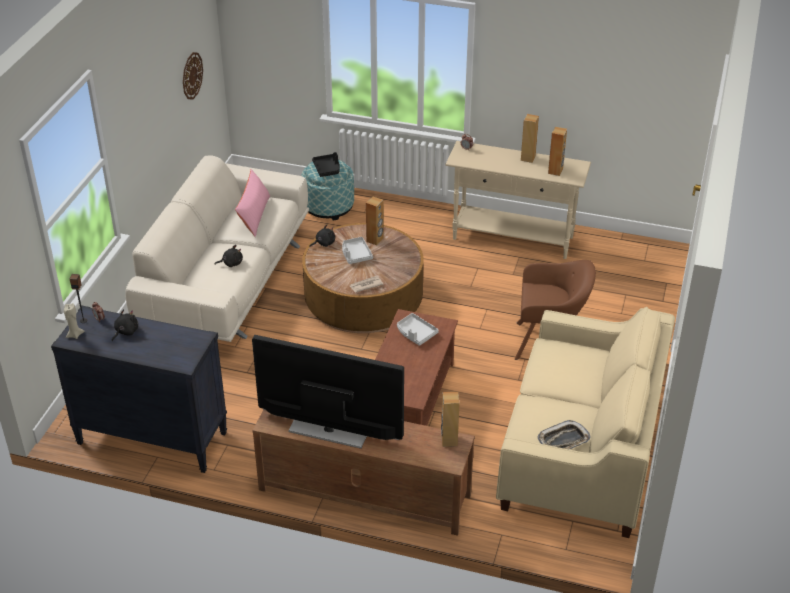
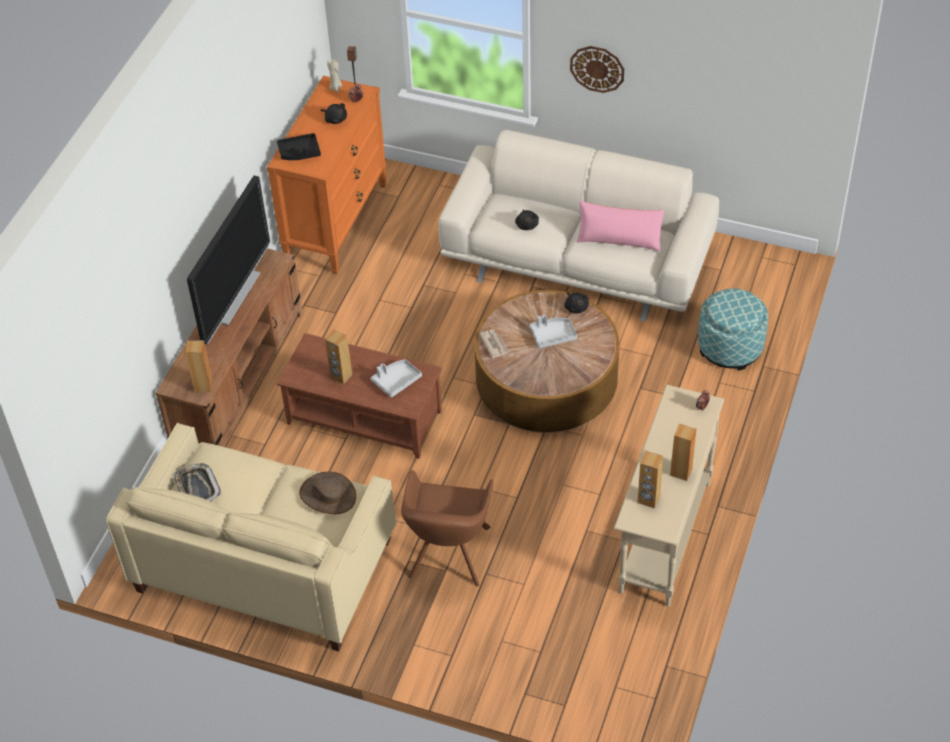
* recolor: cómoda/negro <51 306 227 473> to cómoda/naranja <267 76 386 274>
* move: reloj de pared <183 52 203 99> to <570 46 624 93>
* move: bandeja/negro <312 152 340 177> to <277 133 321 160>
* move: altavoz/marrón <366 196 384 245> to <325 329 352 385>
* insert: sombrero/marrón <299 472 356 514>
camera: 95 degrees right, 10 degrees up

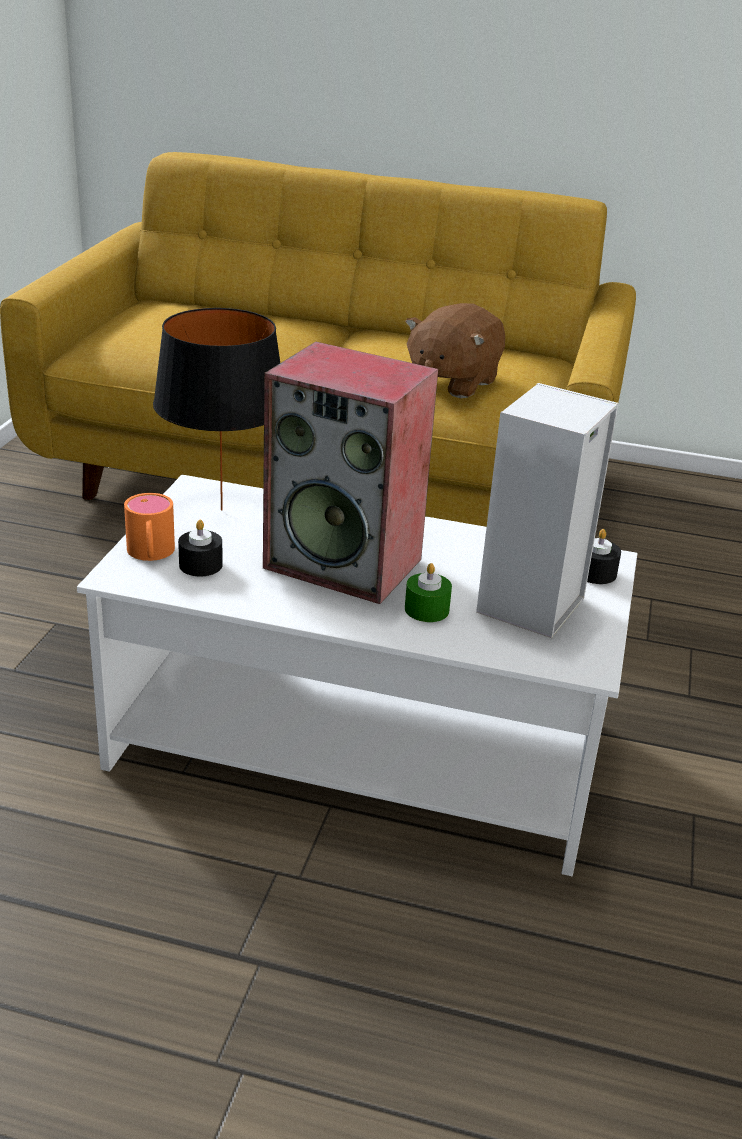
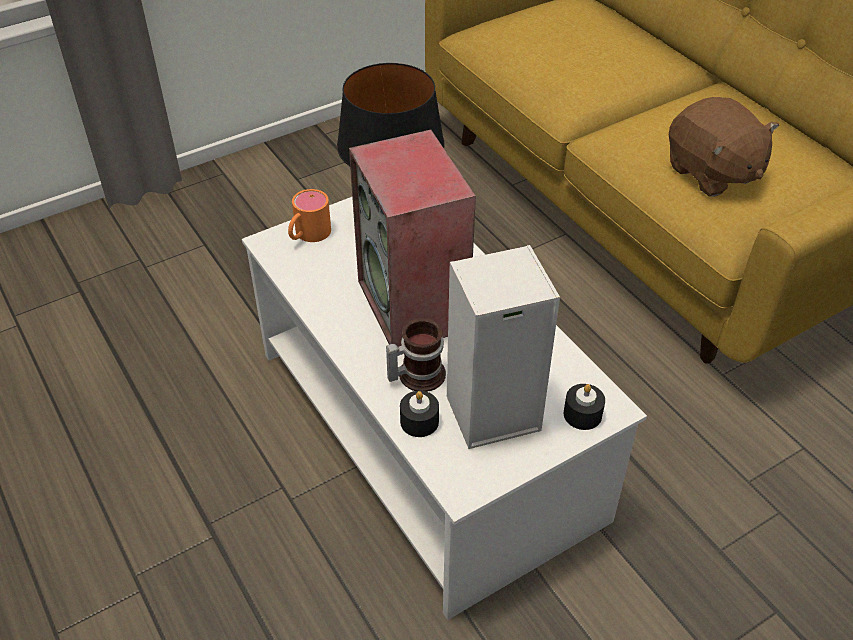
* move: vela/negro <178 520 223 576> to <400 391 439 437>
* rotate: peluche/marrón <405 303 505 398> = <669 97 779 197> 105 degrees counterclockwise
* replace: vela/verde <405 563 452 622> to taza grande <386 318 446 392>
camera: 45 degrees right, 15 degrees up

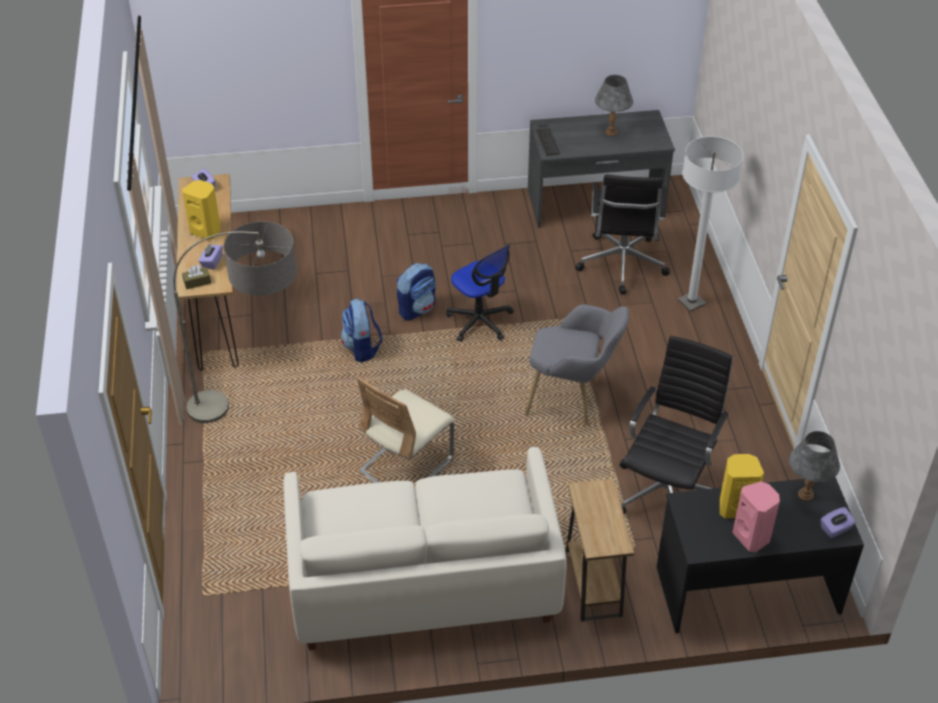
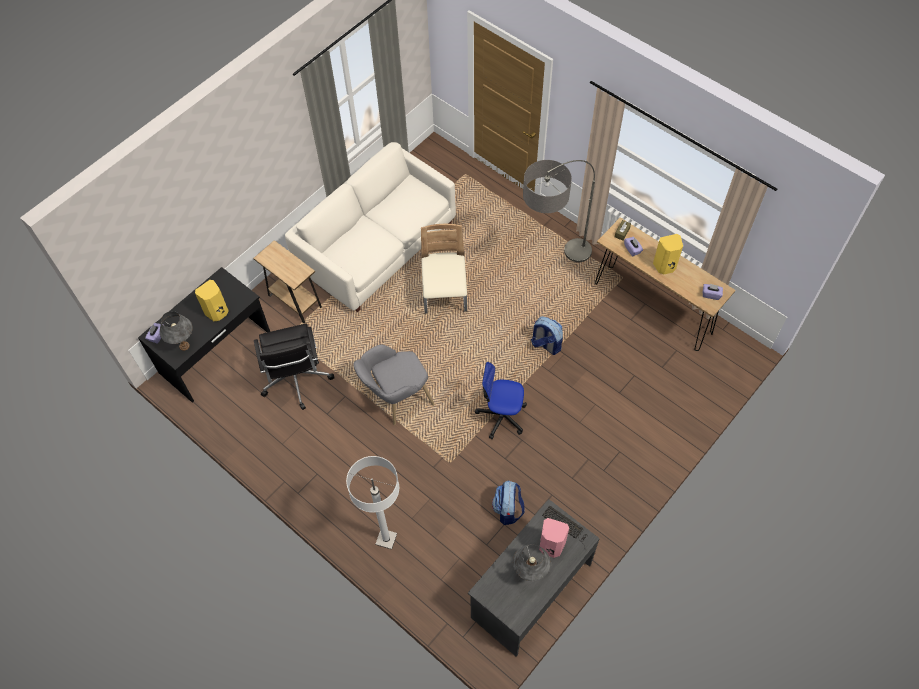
* move: mochila <397 263 436 320> to <492 481 525 525>
* delete: silla de oficina/negro <575 174 670 294>
* move: altavoz/rosa <732 481 780 553> to <539 518 569 558>
camera: 140 degrees right, 15 degrees up

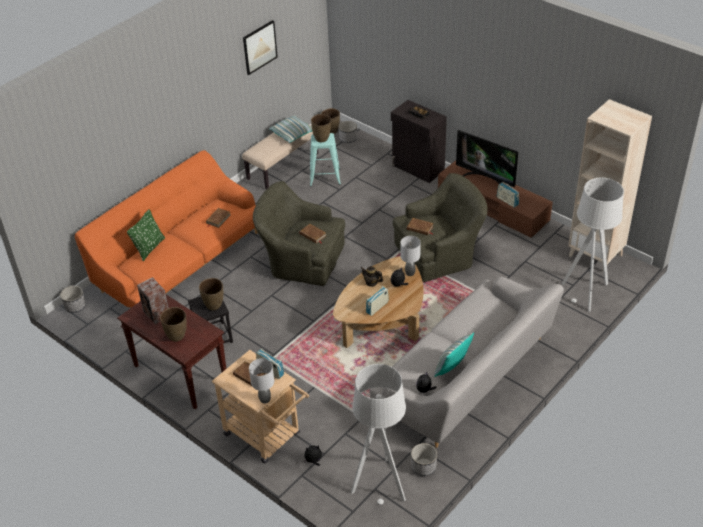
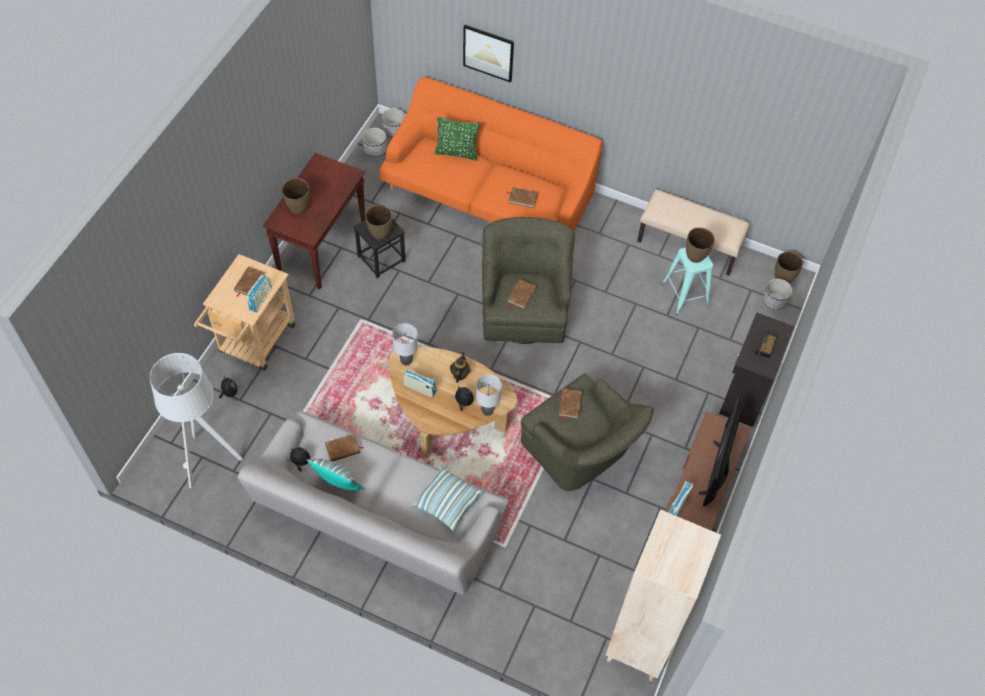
* delete: altavoz <137 277 169 324>
* move: cuadro <243 20 278 75> to <463 25 514 83>
* move: lámpara de mesa/gris <249 358 274 404> to <392 323 418 366>
* move: cojín <269 115 312 143> to <412 467 484 532>
* move: maceta <411 443 437 476> to <362 128 387 157>
* delete: lámpara de pie/gris <562 178 624 312>
* insert: libro/marrón <325 434 364 461>
camera: 70 degrees right, 15 degrees up

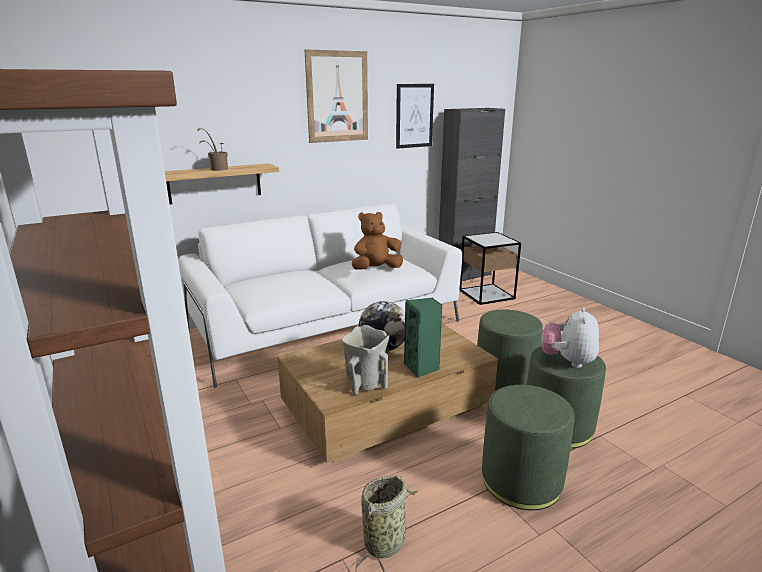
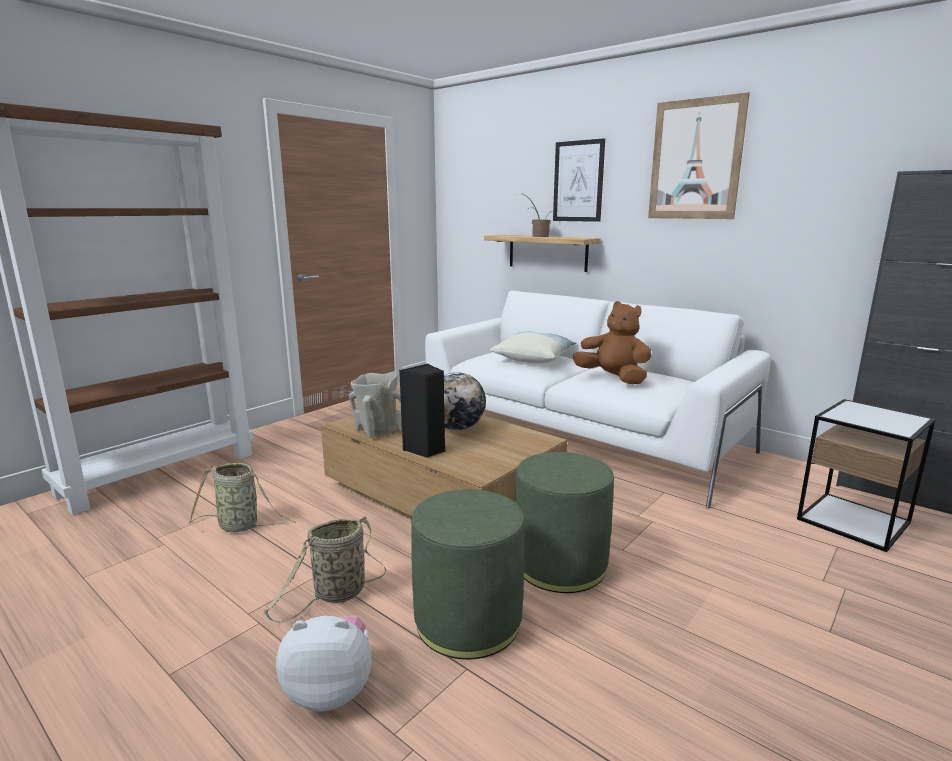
* move: cuadro <396 84 434 149> to <553 138 605 222>
* recolor: altavoz/verde <404 298 443 378> to altavoz/negro <399 363 445 458>
* replace: puf/verde <482 385 575 510> to cesta <264 516 386 623>
* move: peluche <541 307 599 368> to <276 616 372 711>
* insert: cojín <490 332 576 363>
camera: 70 degrees right, 5 degrees down

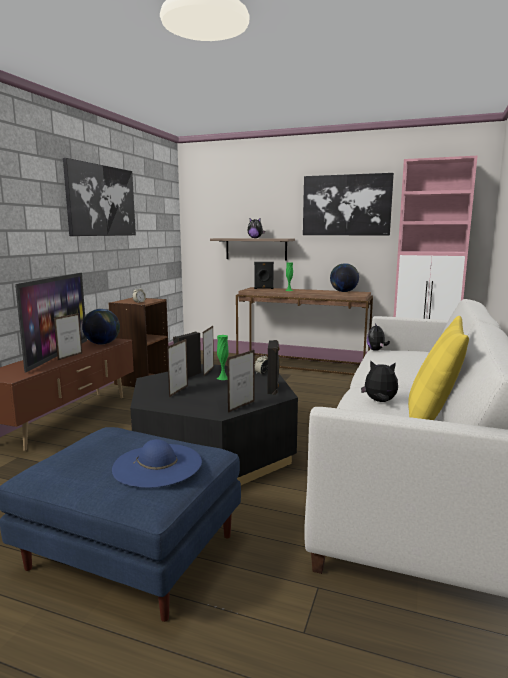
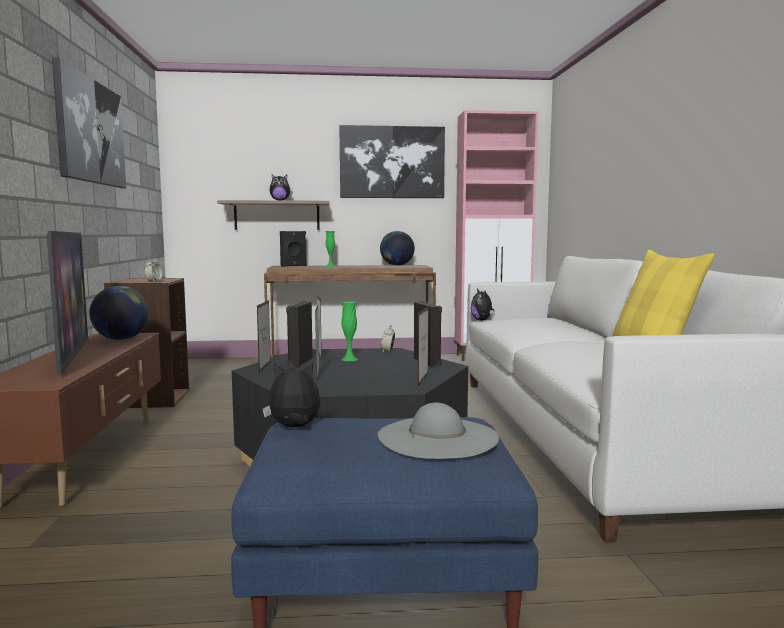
* move: portarretratos <54 313 82 360> to <257 300 271 373>
* recolor: sombrero/azul <112 439 202 488> to sombrero/gris <378 402 499 459>
* move: peluche <361 360 398 402> to <263 362 320 427>
camera: 25 degrees left, 5 degrees down

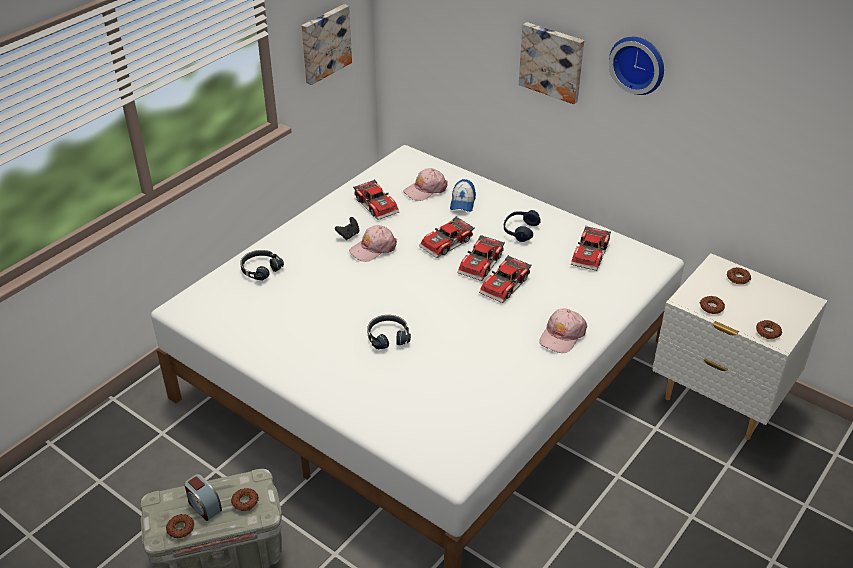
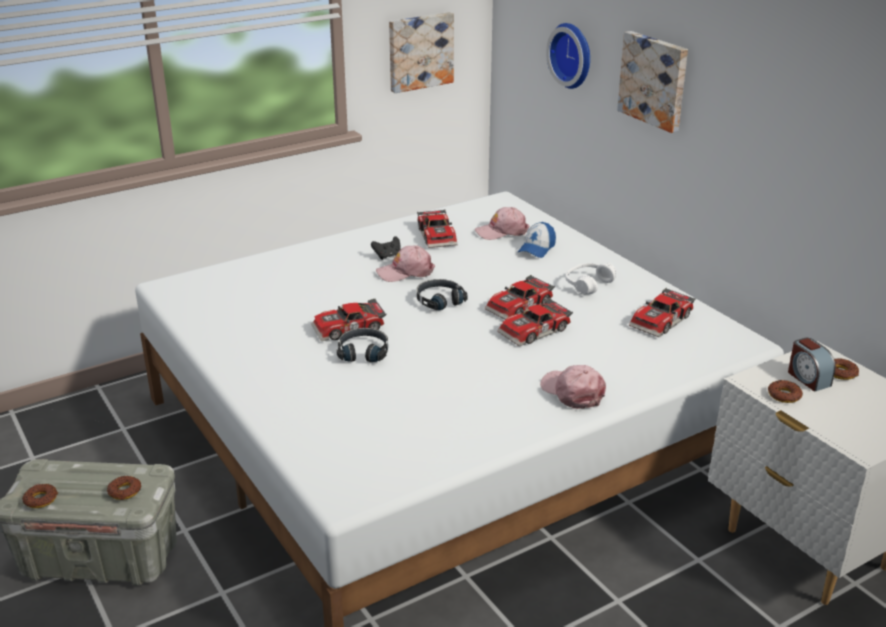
* move: despertador <184 474 222 521> to <788 338 835 392>
* move: auriculares/negro <240 250 284 281> to <417 279 468 310>
* move: coche de juguete <419 216 475 258> to <311 299 387 341>
* recolor: auriculares/azul <504 210 541 242> to auriculares/blanco <565 263 616 295>
* rotate: gorra/rosa <539 309 587 353> = <540 365 606 409> 90 degrees clockwise
* move: reloj de pared <609 37 664 95> to <546 23 590 89>
* delete: rosquilla <756 320 782 339>
camera: 20 degrees right, 10 degrees down

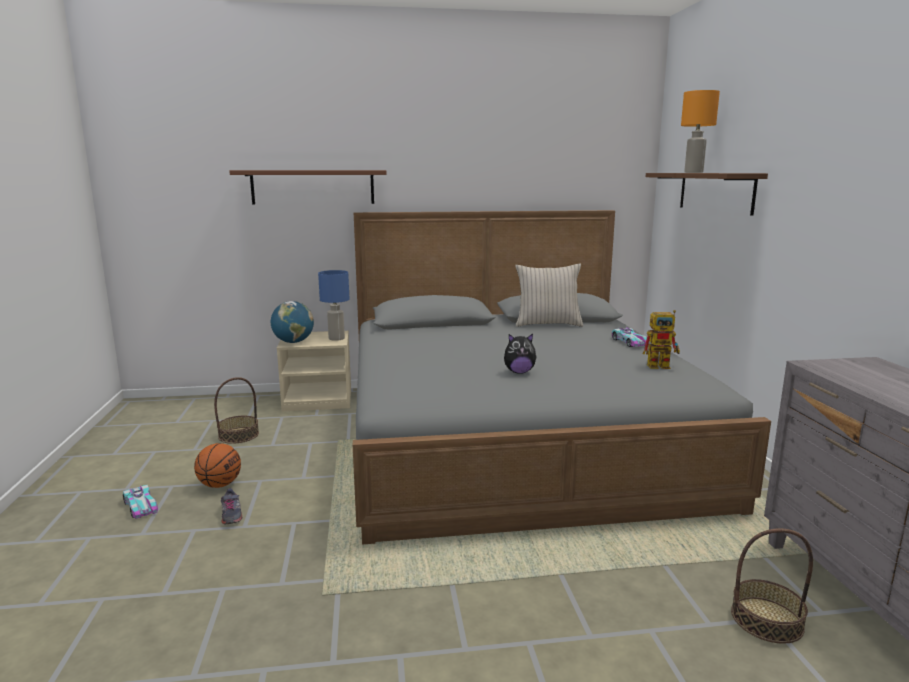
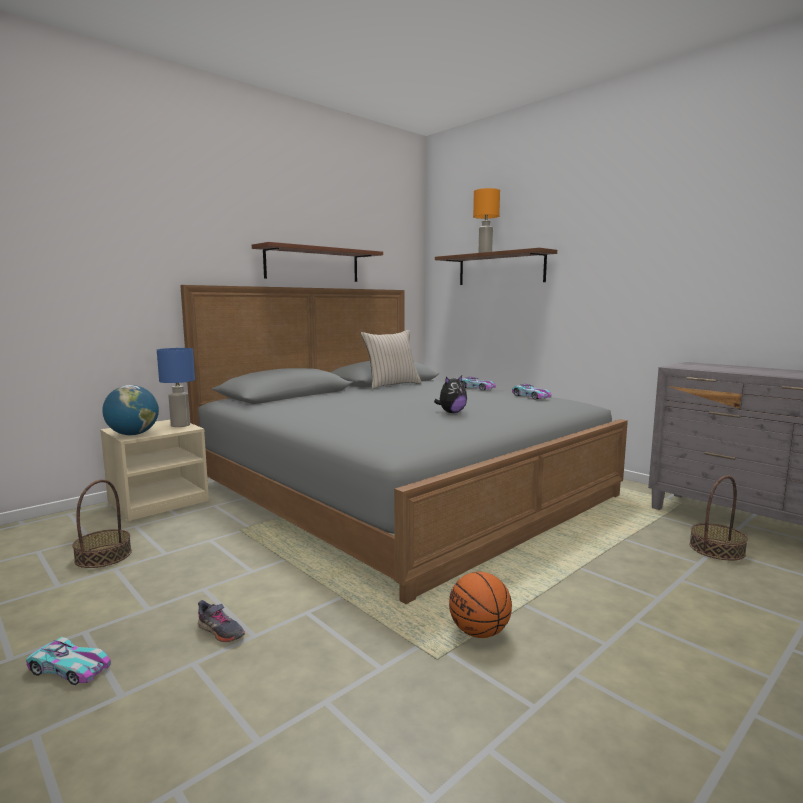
* move: balón de baloncesto <194 443 241 488> to <449 572 512 638>
* move: estante/marrón <229 170 387 205> to <252 242 383 282>
* replace: robot de juguete <643 310 680 369> to coche de juguete <512 384 552 400>
camera: 35 degrees left, 5 degrees down

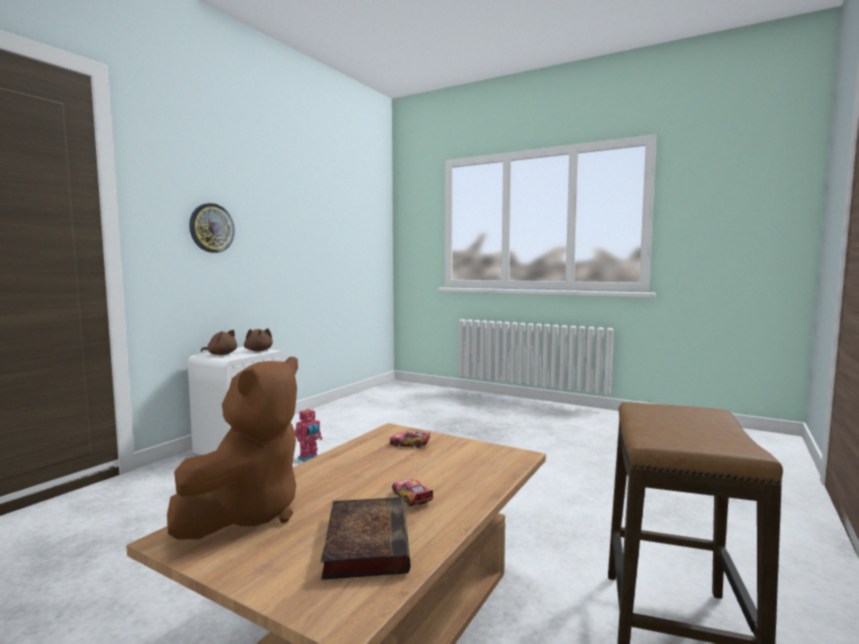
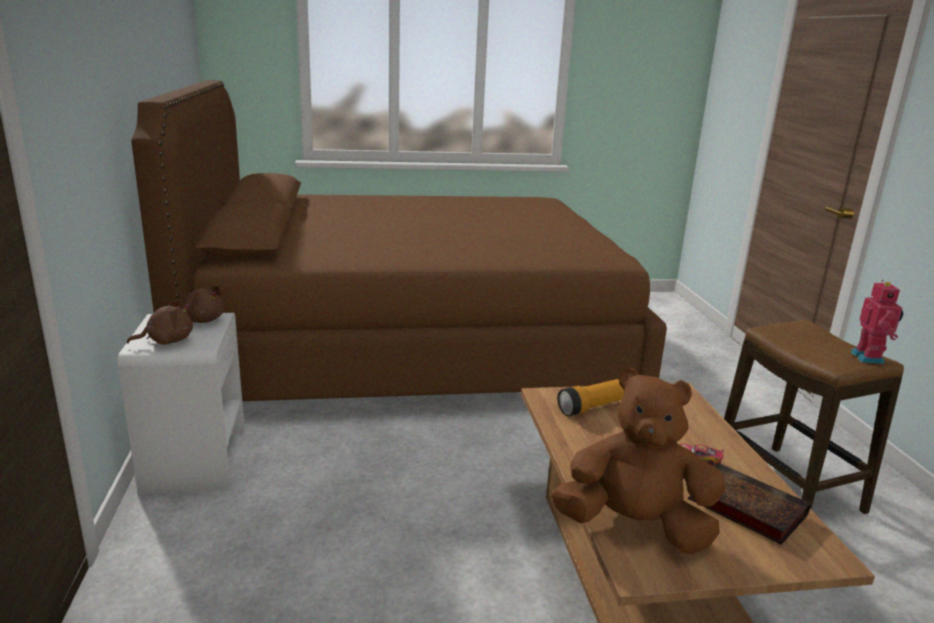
* rotate: peluche/marrón <167 357 298 539> = <551 368 725 554> 60 degrees counterclockwise
* delete: reloj de pared <189 203 235 253>
* move: robot de juguete <295 408 323 462> to <851 280 903 364>
* replace: coche de juguete <390 430 431 448> to linterna <558 379 624 416>
* insert: cama/marrón <131 80 667 401>
camera: 40 degrees left, 15 degrees up

